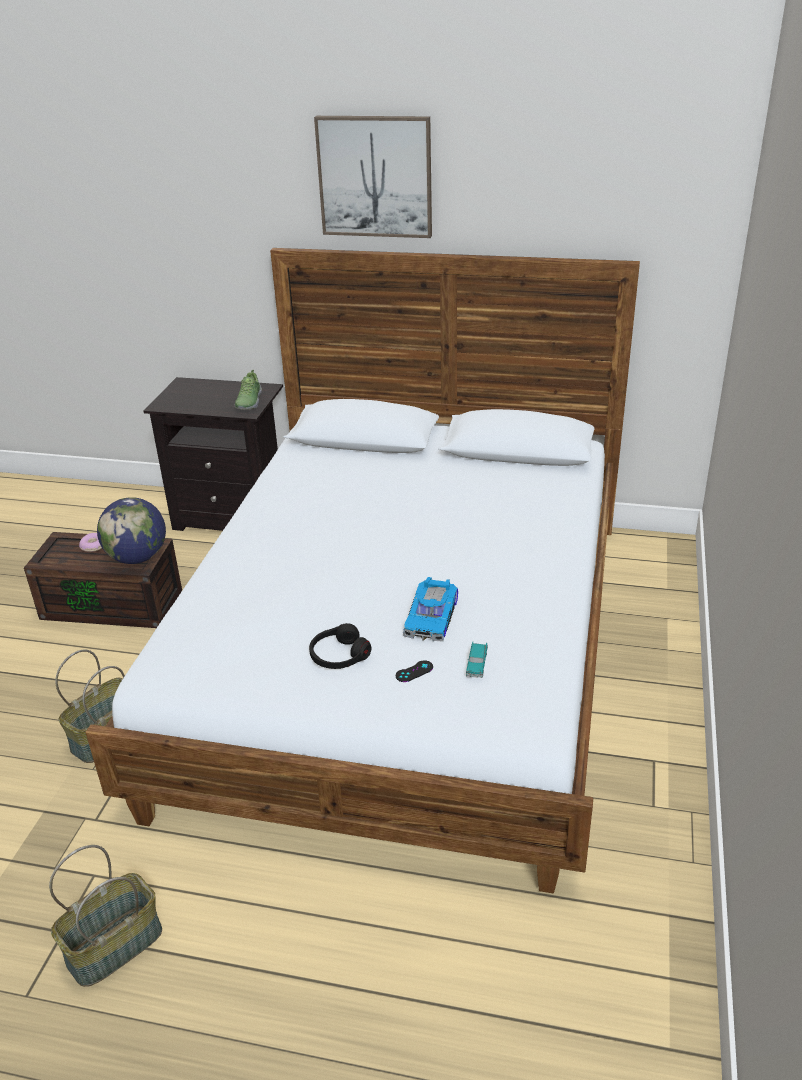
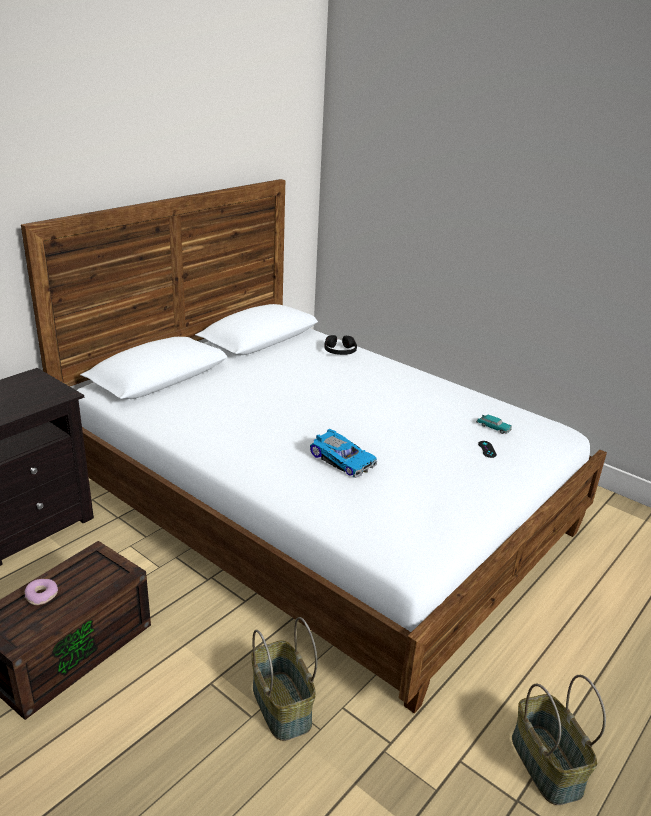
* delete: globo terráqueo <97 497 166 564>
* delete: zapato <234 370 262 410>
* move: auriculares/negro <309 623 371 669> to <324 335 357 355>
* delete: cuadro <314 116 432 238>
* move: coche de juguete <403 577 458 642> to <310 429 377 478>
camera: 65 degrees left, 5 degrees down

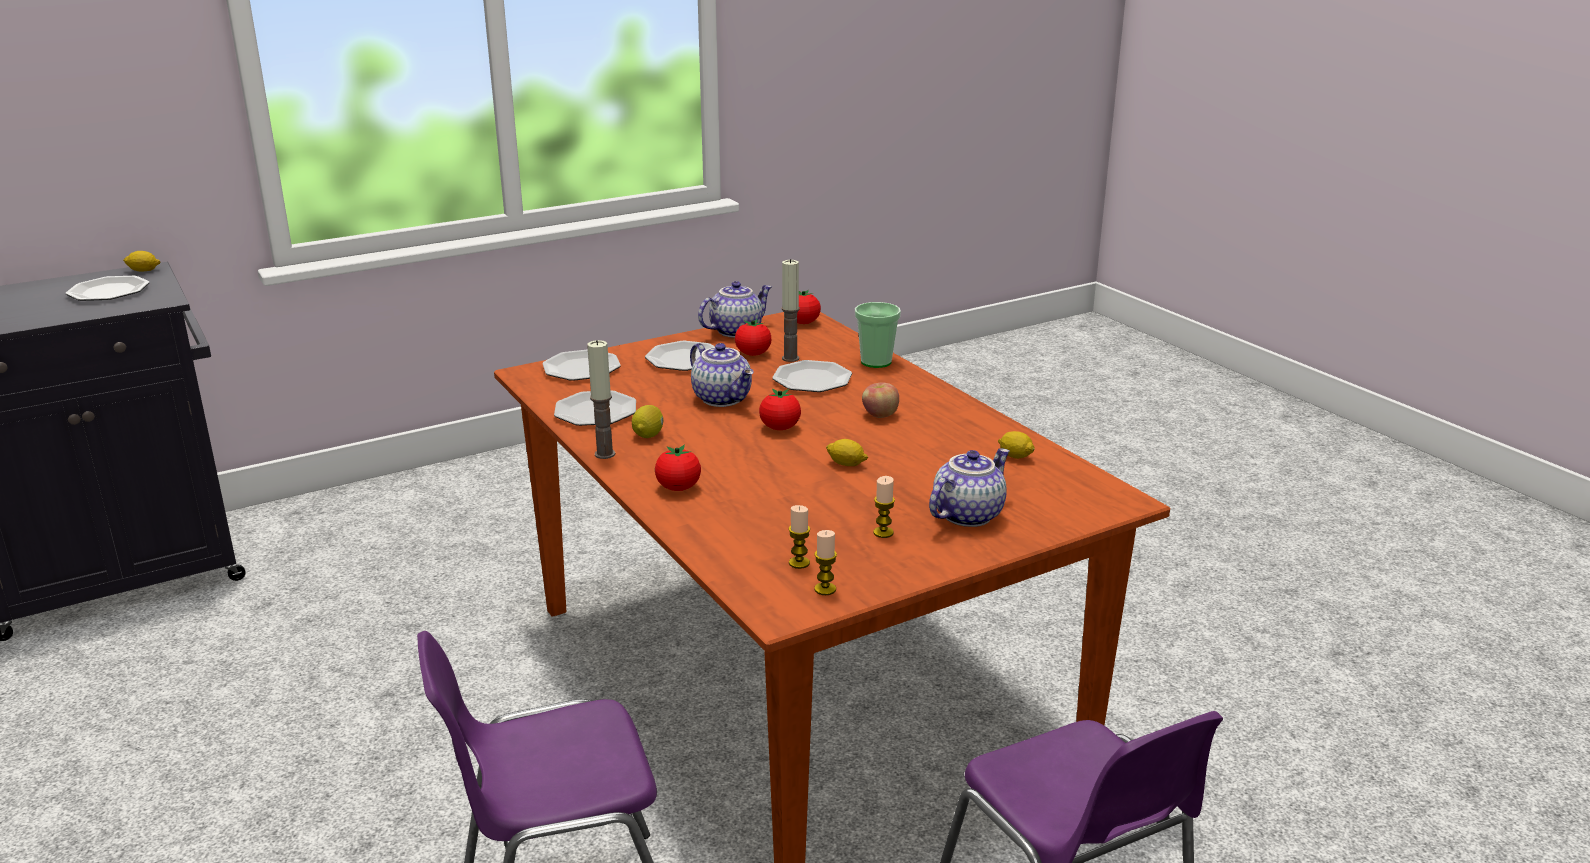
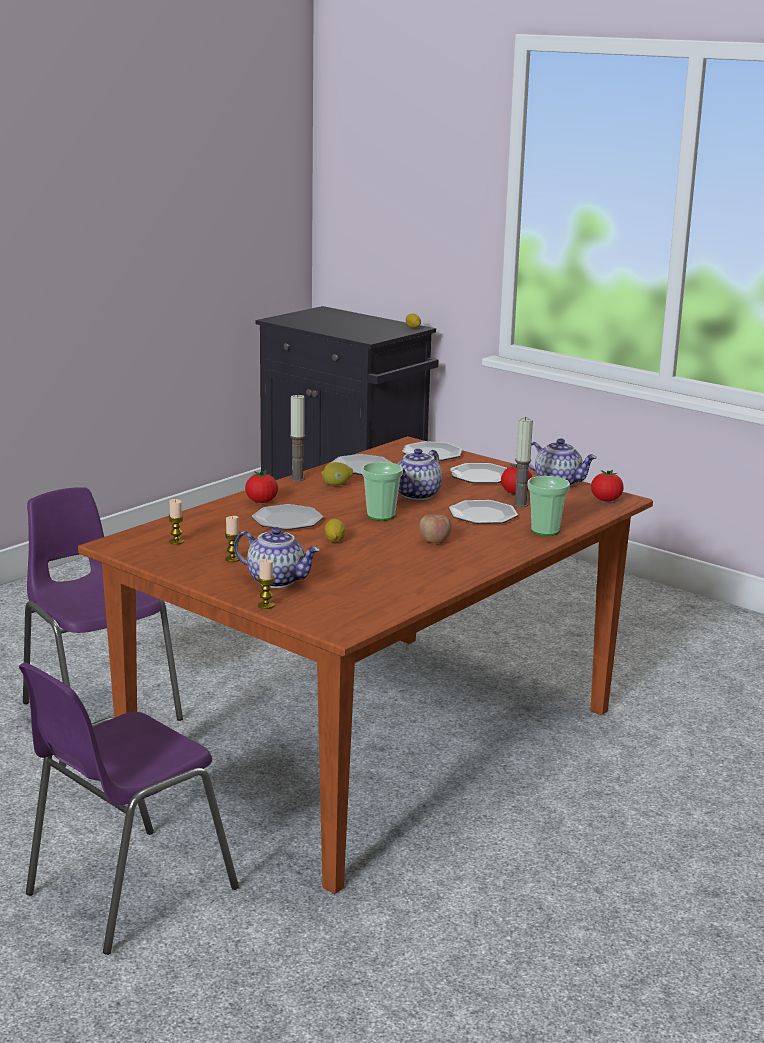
* move: plato <66 276 149 301> to <252 504 323 530>
* replace: tomate <759 389 801 430> to taza <362 462 403 521>
* move: vela <814 530 837 595> to <258 559 275 609>
* delete: limón <998 431 1035 459>
camera: 70 degrees right, 5 degrees down

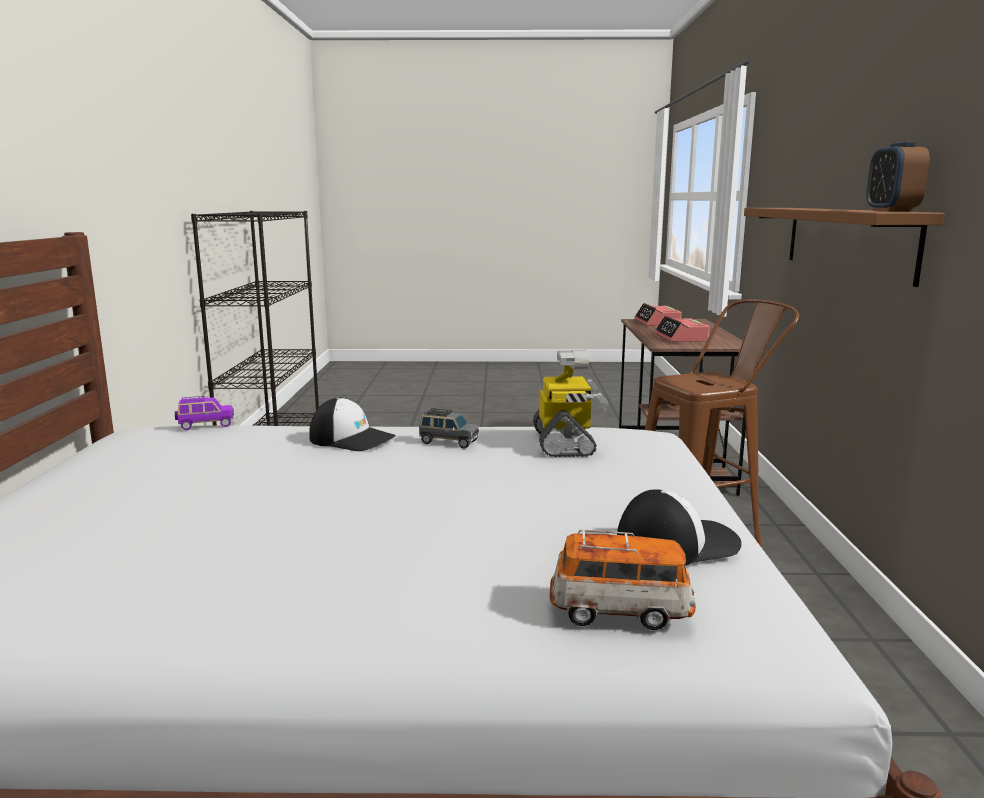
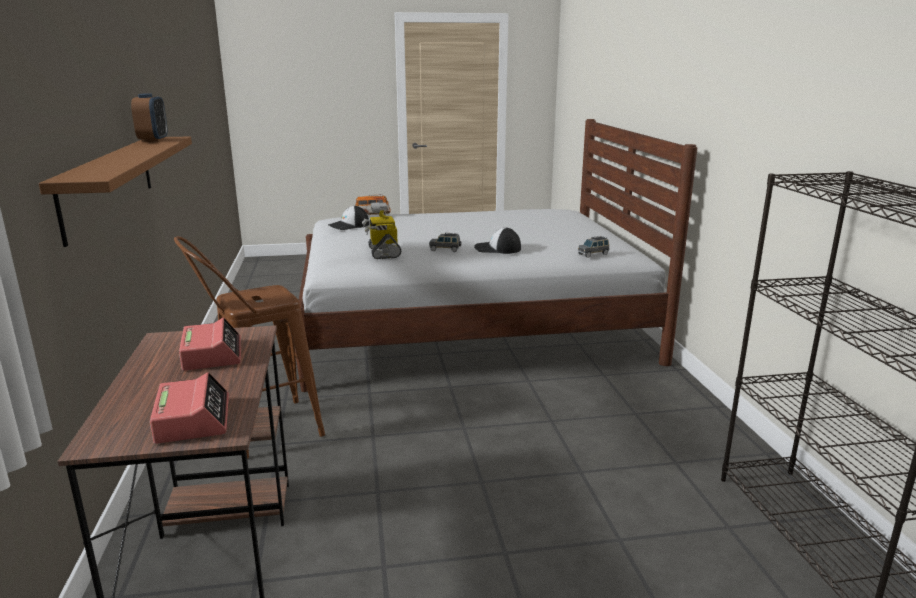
* recolor: coche de juguete/morado <175 396 234 430> to coche de juguete/gris <578 236 609 258>
camera: 170 degrees right, 5 degrees up

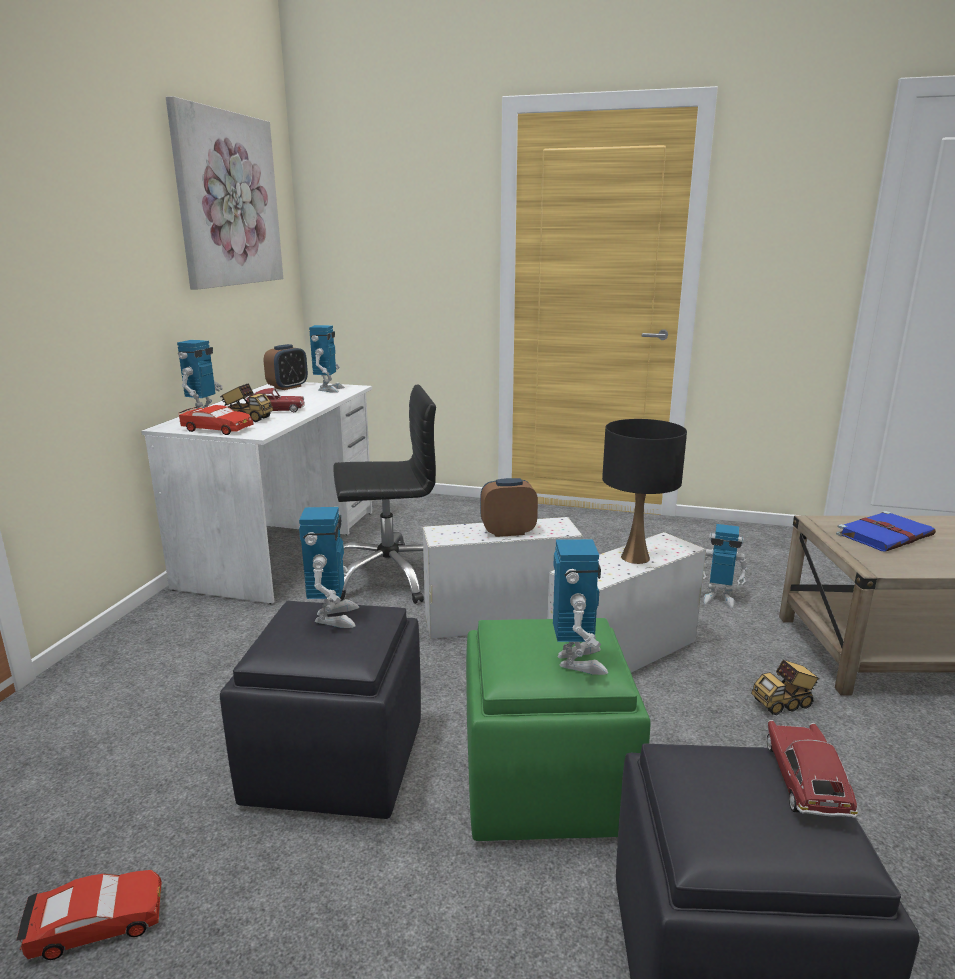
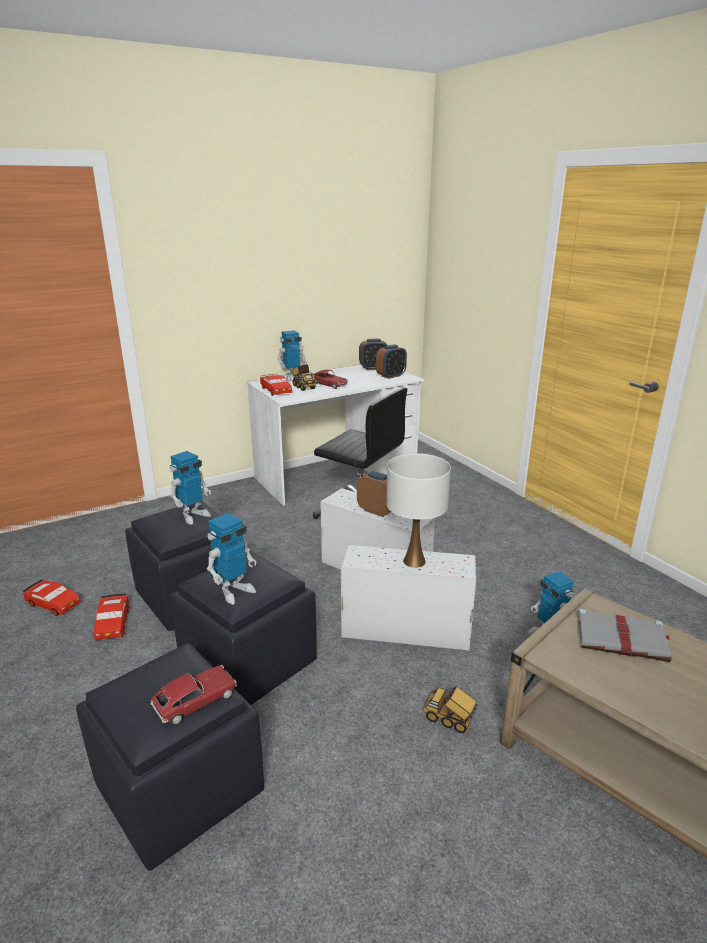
* delete: cuadro <166 96 283 290>
* replace: robot de juguete <309 325 345 393> to despertador <376 344 407 379>
* recolor: puf/verde <466 618 650 841> to puf/negro <170 550 316 705>
* recolor: lámpara de mesa/negro <602 419 687 564> to lámpara de mesa/blanco <386 453 451 568>
* recolor: libro/azul <836 511 936 552> to libro/gris <578 609 672 662>
* insert: coche de juguete/rojo <94 593 129 640>
camera: 45 degrees right, 5 degrees up

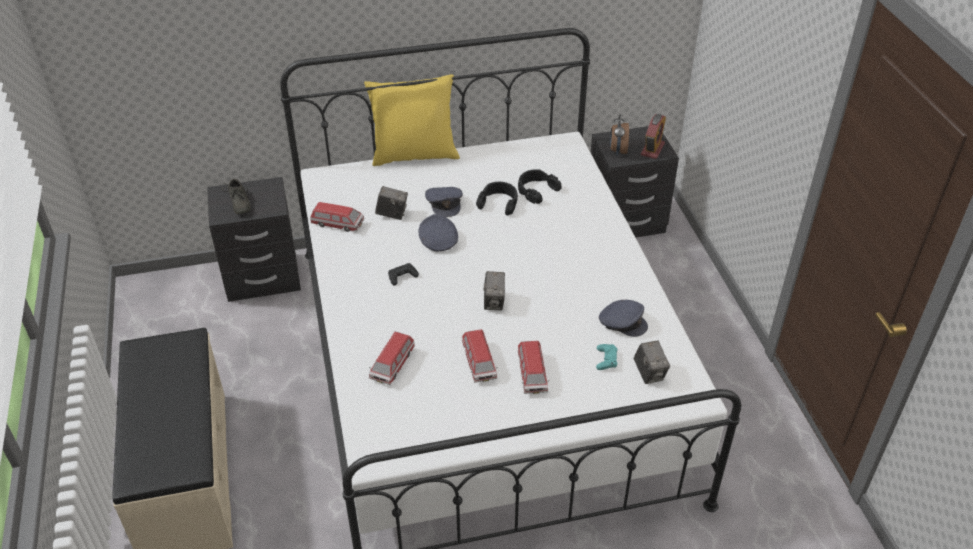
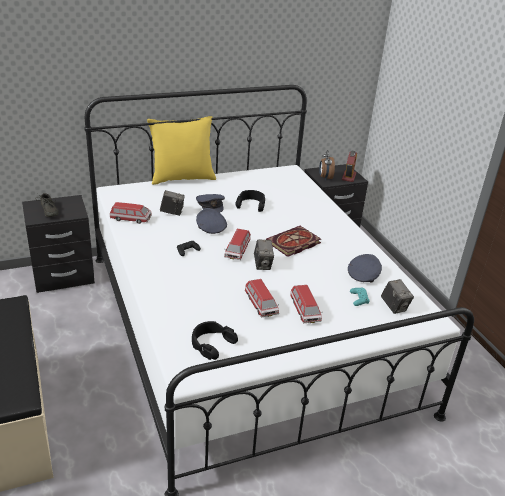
* move: coche de juguete <369 331 415 385> to <224 229 251 260>
* move: auriculares/negro <518 169 561 204> to <192 321 238 360>
* rotate: gorra/gris <599 300 648 337> = <348 254 382 282> 75 degrees counterclockwise
* insert: libro <266 226 321 257>
camera: 10 degrees left, 10 degrees down

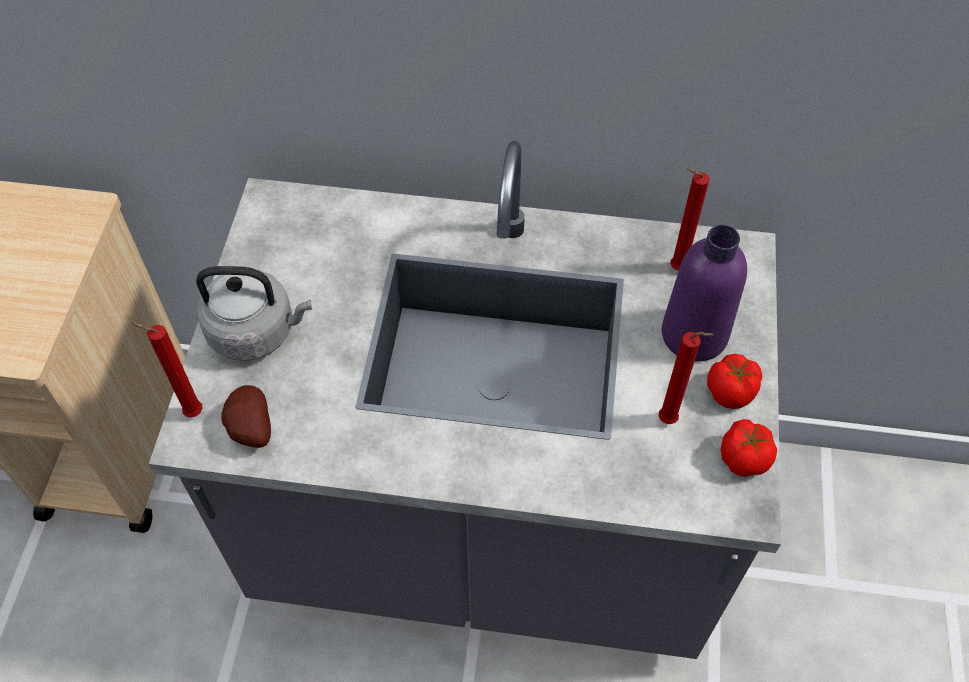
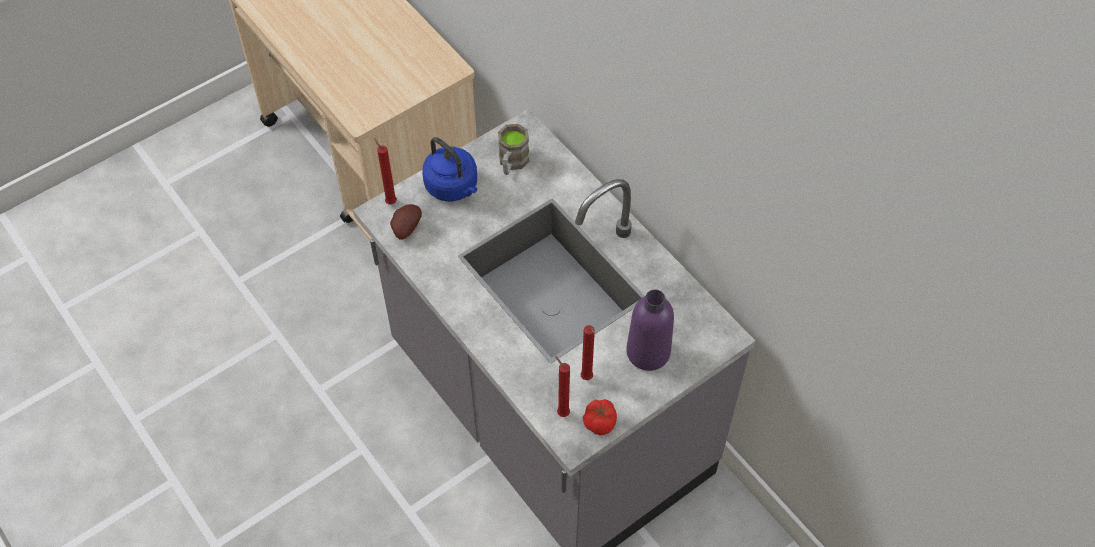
* recolor: hervidor/gris <196 266 312 361> to hervidor/azul <422 137 477 201>
* move: vela/rojo <670 168 709 270> to <555 356 570 417>
* delete: tomate <707 354 762 409>
* insert: taza grande/marrón <498 124 529 175>
camera: 45 degrees right, 0 degrees up

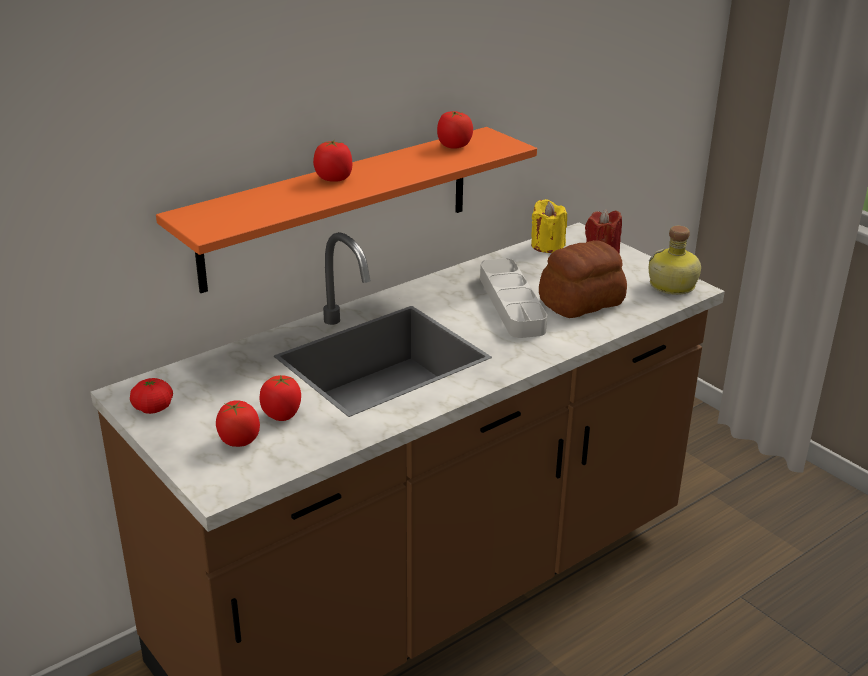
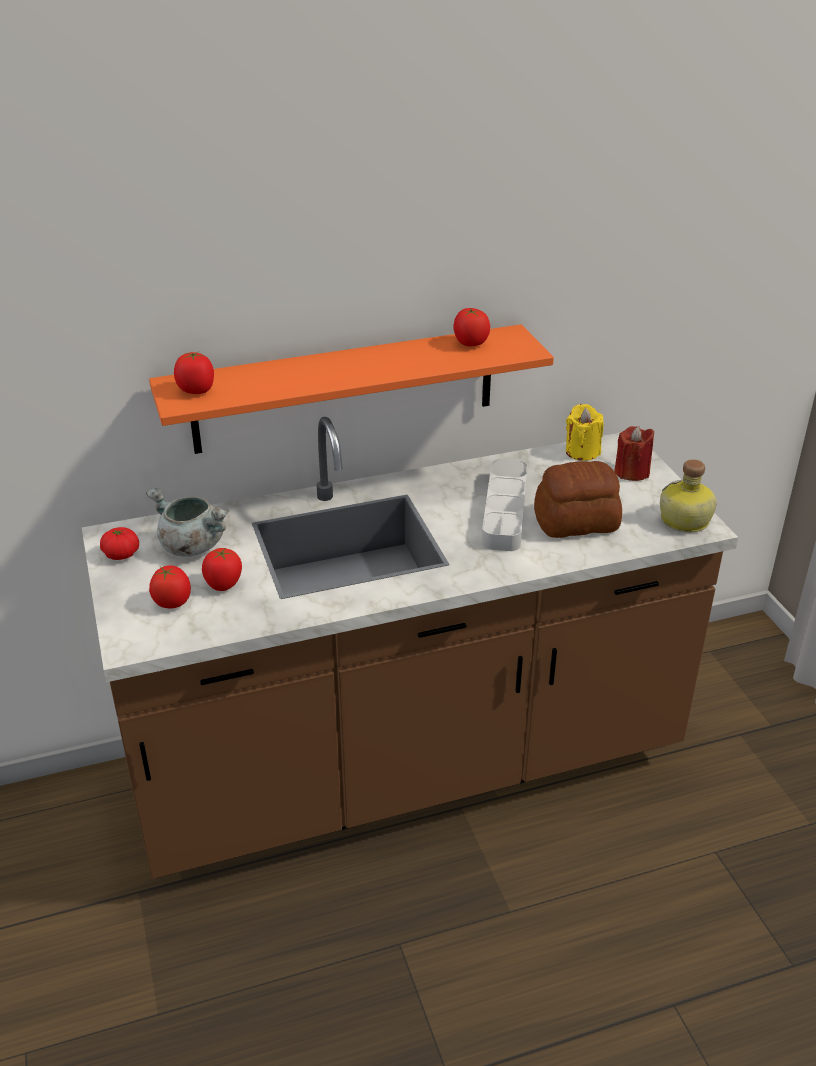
* move: tomate <313 140 352 182> to <174 351 214 394>
* insert: olla/gris <146 488 229 557>
camera: 20 degrees right, 5 degrees up

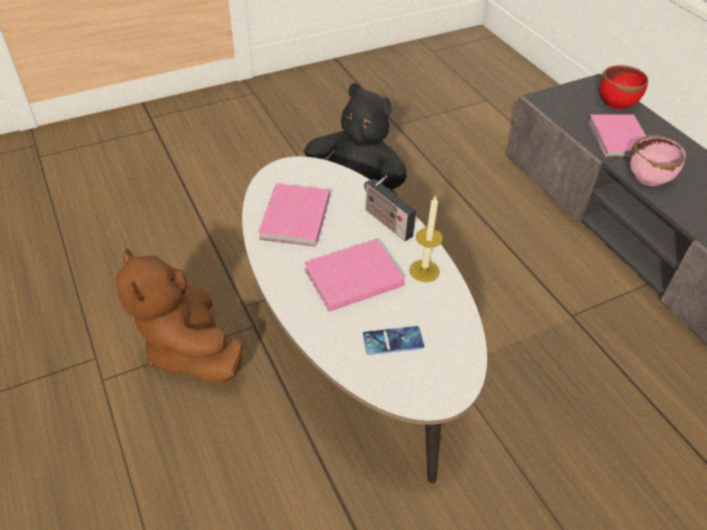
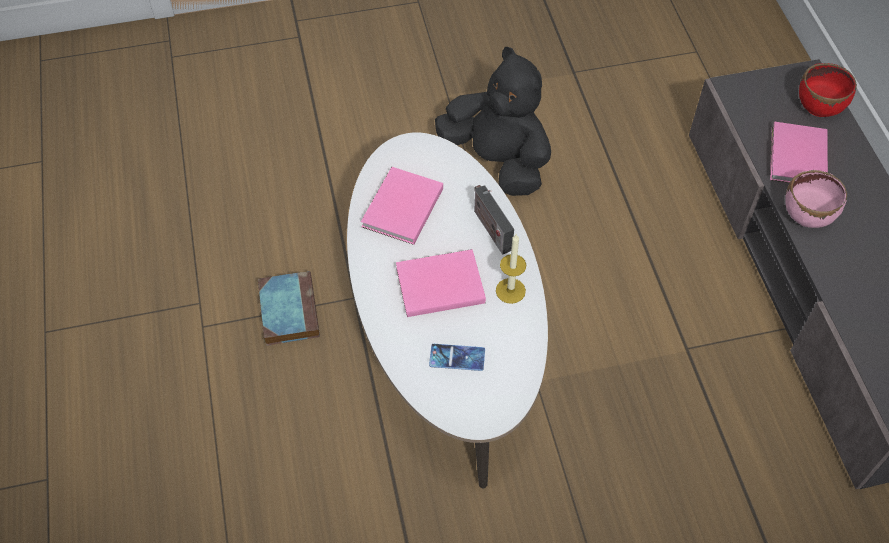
* replace: peluche/marrón <116 248 243 382> to libro <258 271 320 346>
camera: 15 degrees right, 10 degrees up

